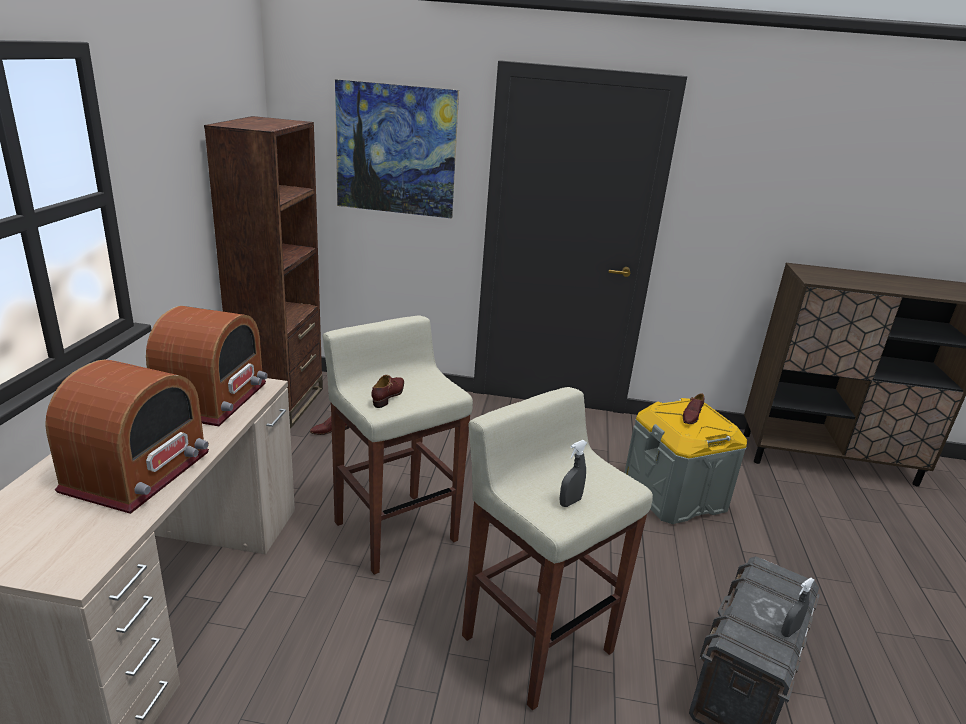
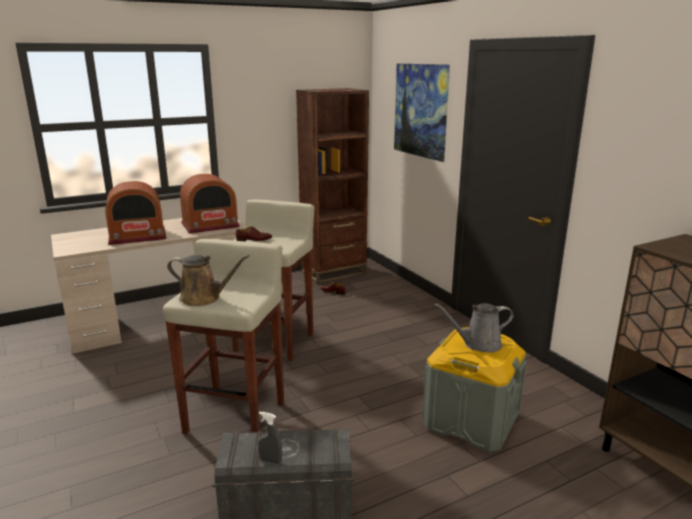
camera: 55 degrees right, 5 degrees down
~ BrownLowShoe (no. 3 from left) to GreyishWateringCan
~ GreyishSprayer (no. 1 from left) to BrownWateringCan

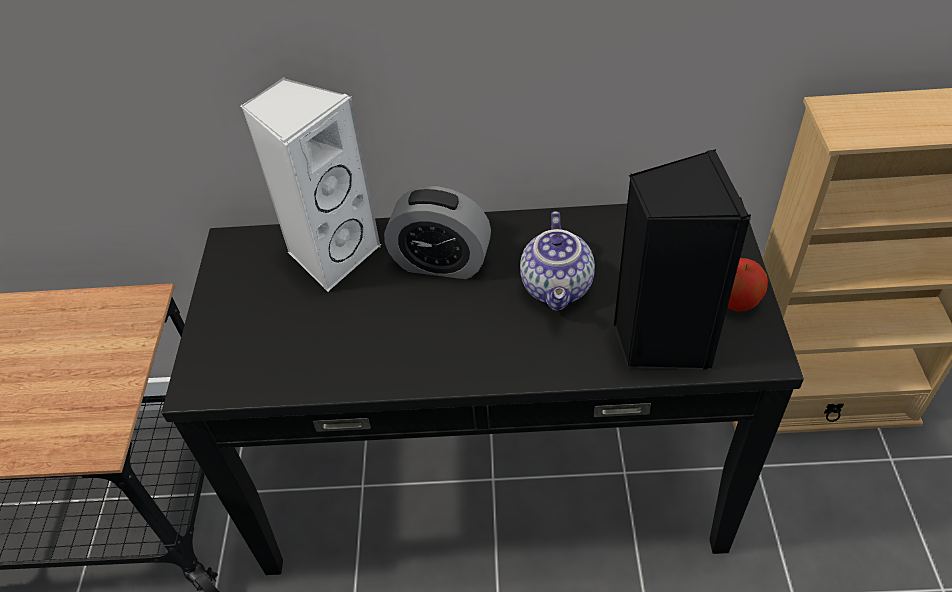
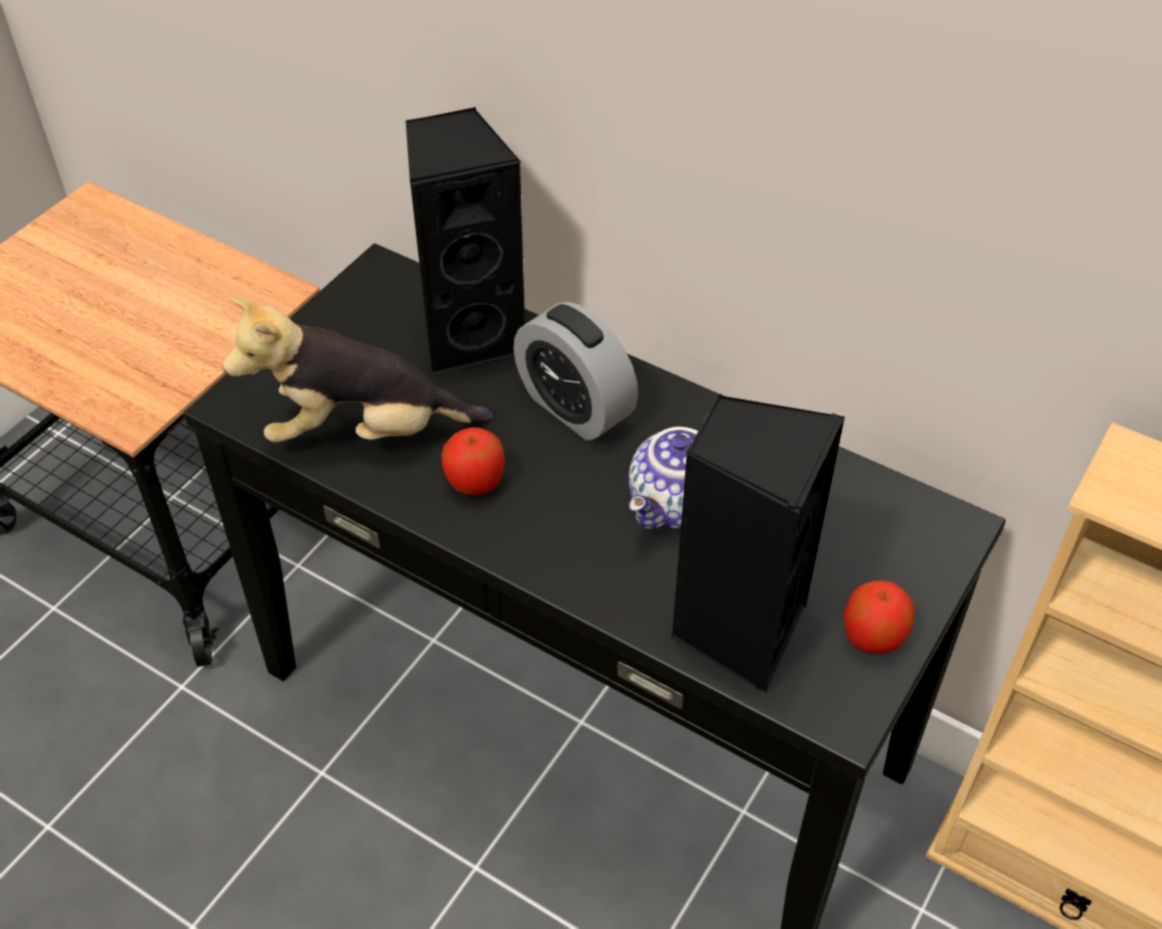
camera: 30 degrees right, 0 degrees up
~ WhitishAudioSpeaker to BlackColouredAudioSpeaker (no. 1 from left)
+ PlushToy
+ WholeApple (no. 1 from left)

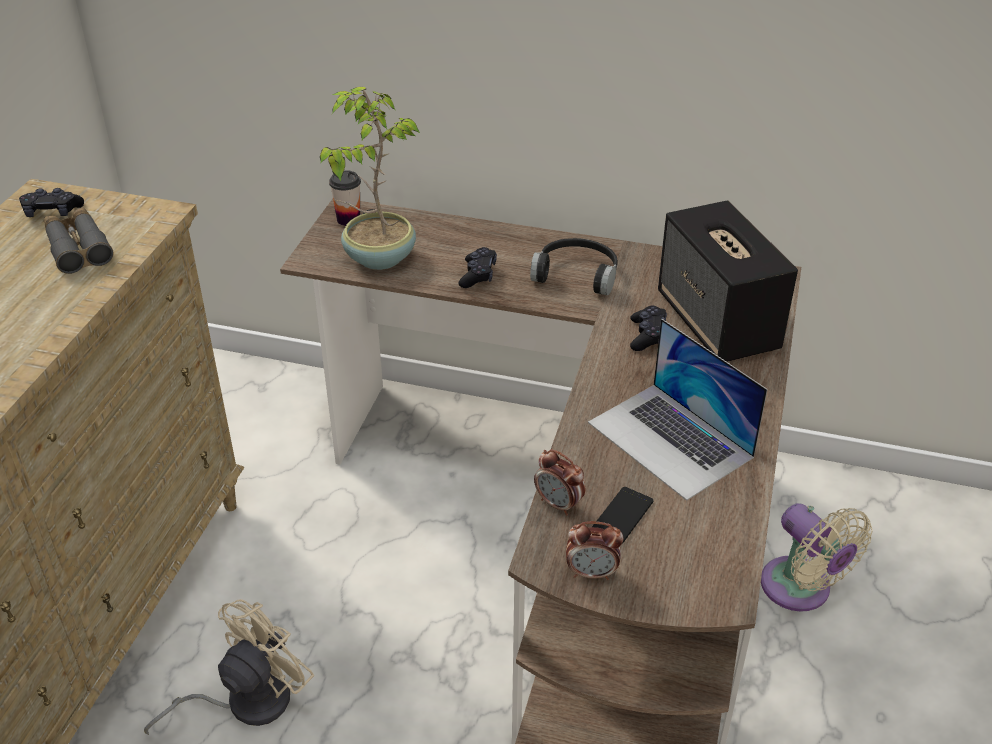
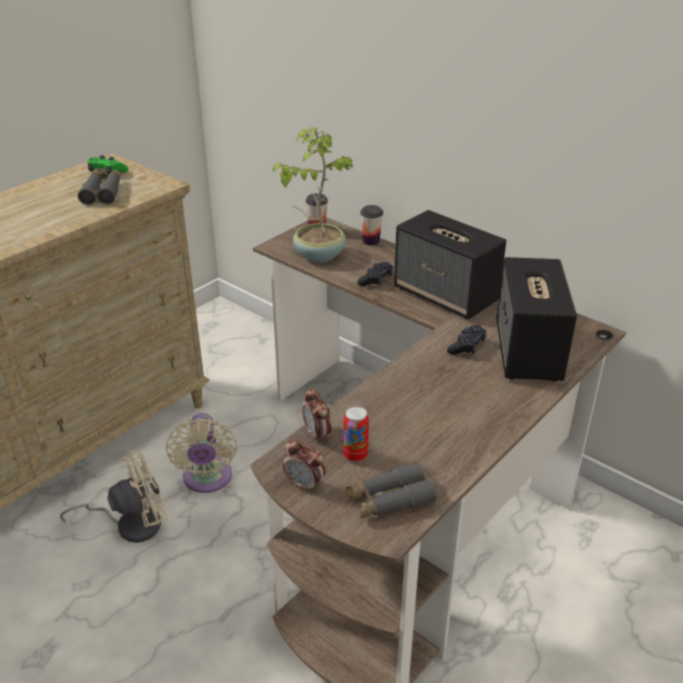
camera: 25 degrees right, 5 degrees down
~ BlackColouredGameController (no. 1 from left) to GreenColouredGameController
~ BlackColouredHeadphones to AudioSpeaker (no. 1 from left)
- Laptop
~ Telephone to Can
~ BeigeColouredCoolingFan (no. 2 from left)
+ DrinkingCup (no. 2 from left)
+ GreyishPairOfBinoculars (no. 2 from left)

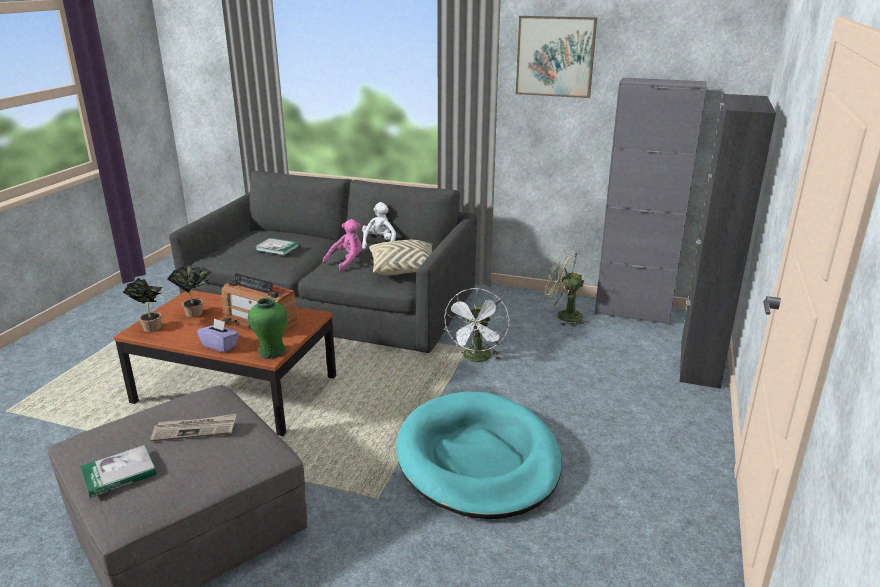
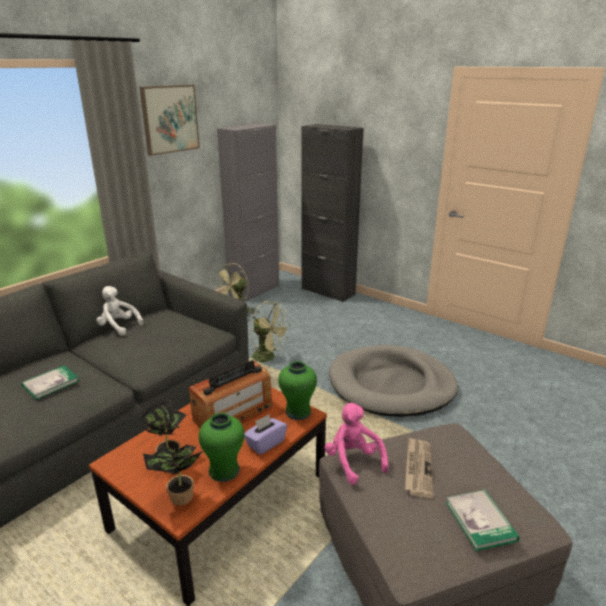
camera: 70 degrees left, 0 degrees up
~ PinkishPlushToy
- BeigeColouredPillow
~ WhitishCoolingFan to GreenColouredCoolingFan (no. 2 from left)
~ TurquoiseDogBed to GreyishDogBed
+ GreenColouredVase (no. 1 from left)

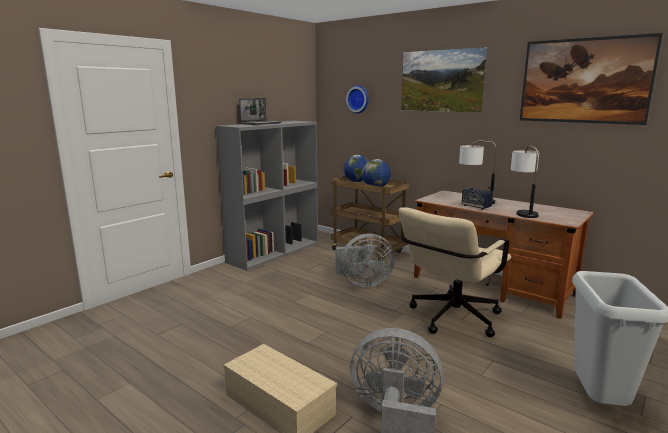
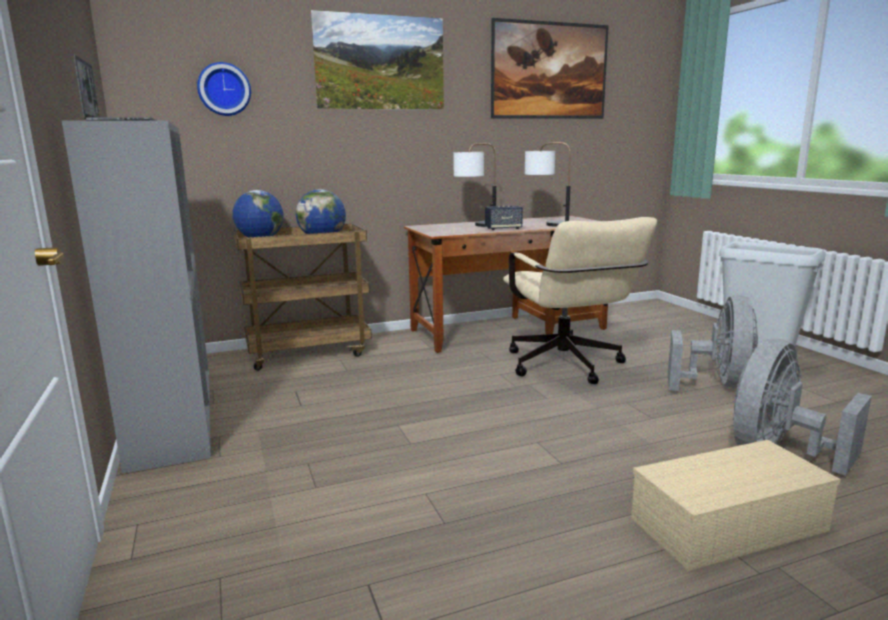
camera: 60 degrees left, 0 degrees up
~ GreyishCoolingFan (no. 1 from left)

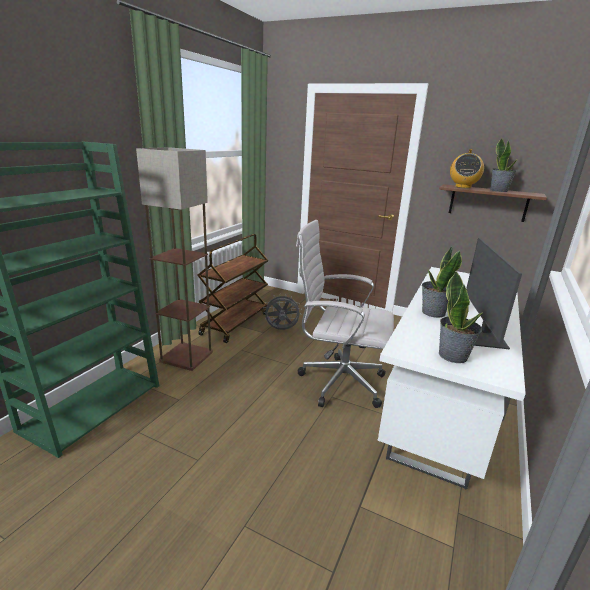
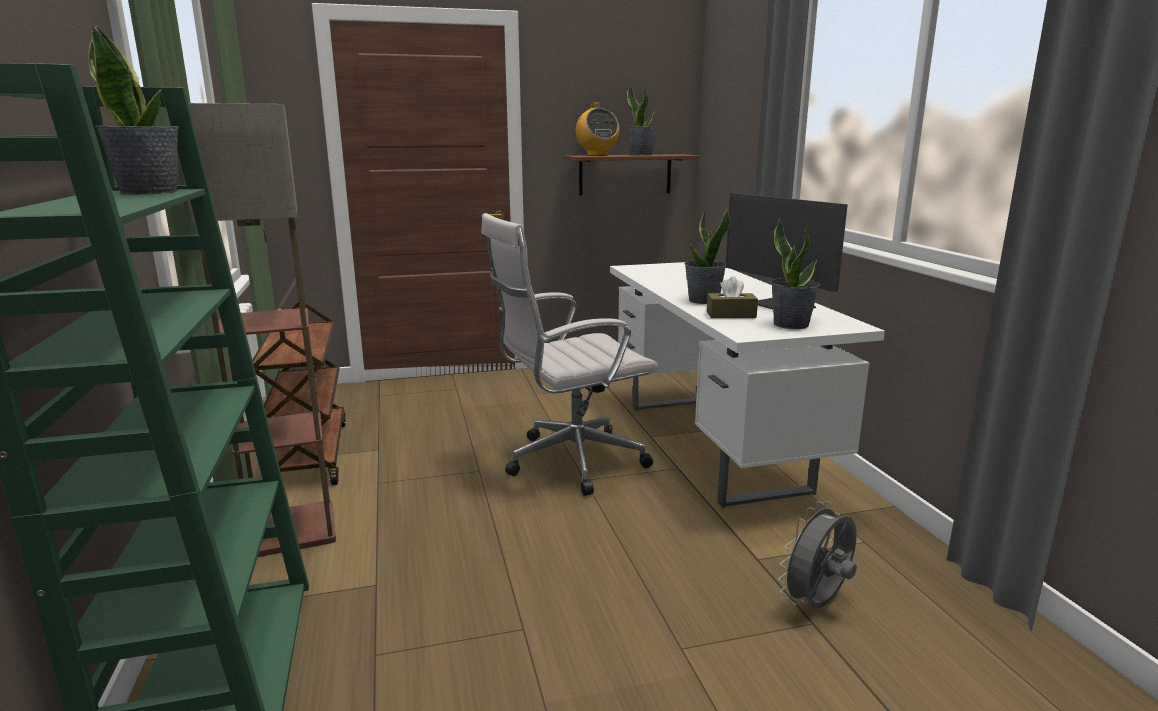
camera: 40 degrees left, 5 degrees down
~ GreyishCoolingFan
+ Houseplant (no. 1 from left)
+ BrownBoxOfTissues

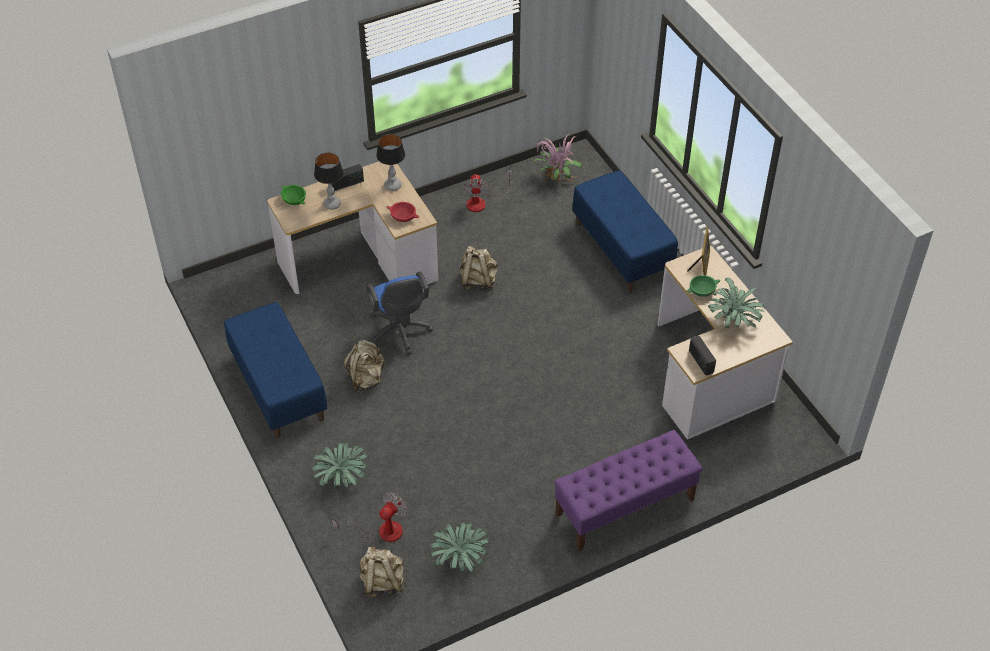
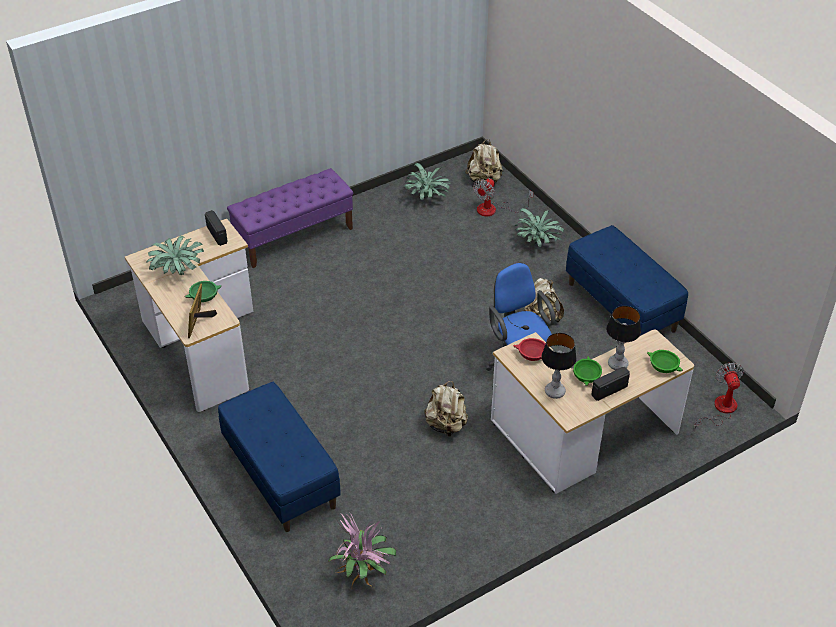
camera: 175 degrees right, 5 degrees down
~ CoolingFan (no. 2 from left)
+ GreenColouredServingBowl (no. 2 from left)

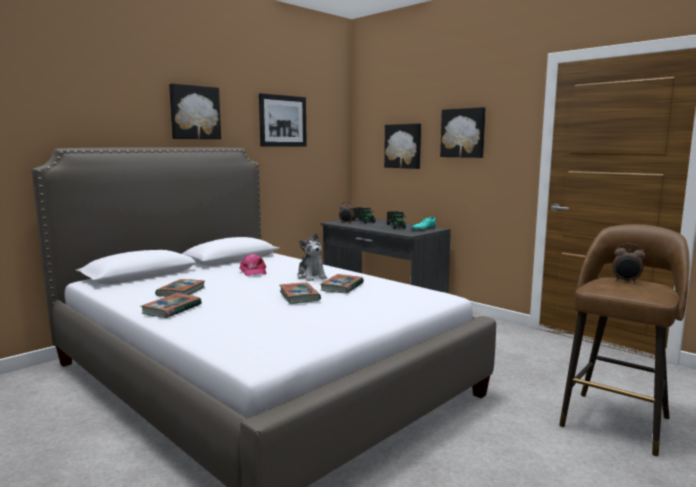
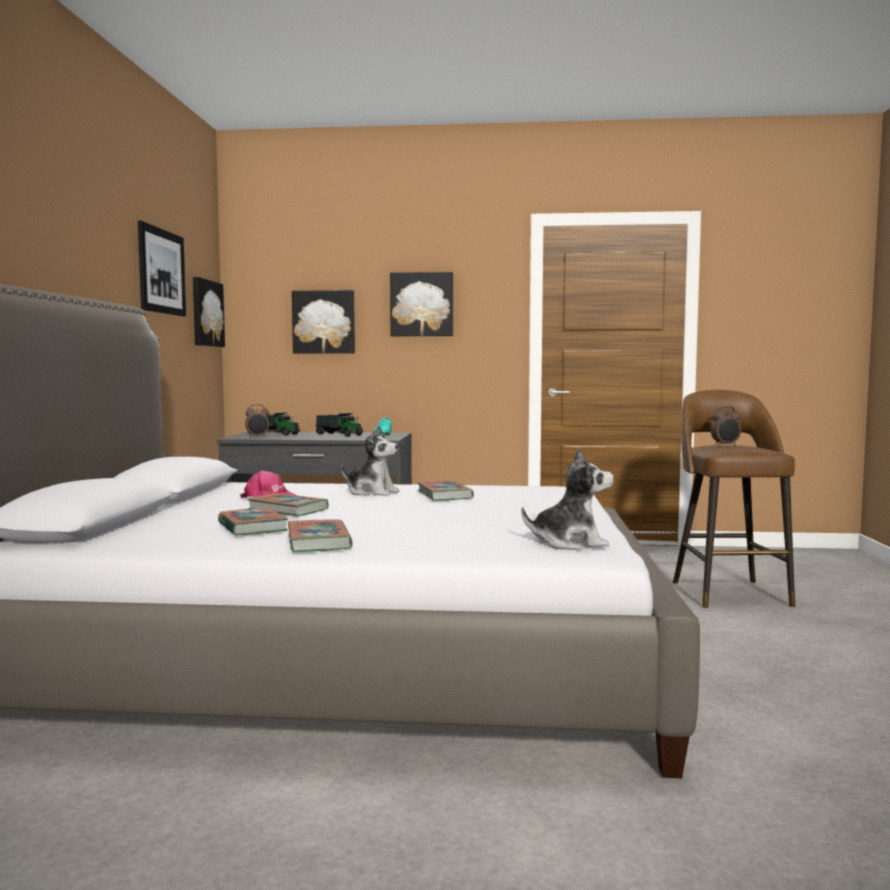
camera: 40 degrees left, 5 degrees down
~ WallArt (no. 1 from left in the first image) to WallArt (no. 2 from left)
~ Book (no. 3 from left in the first image) to Book (no. 2 from left)
+ PlushToy (no. 2 from left)

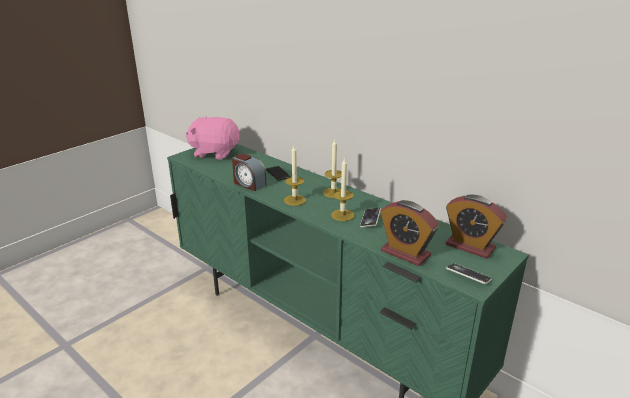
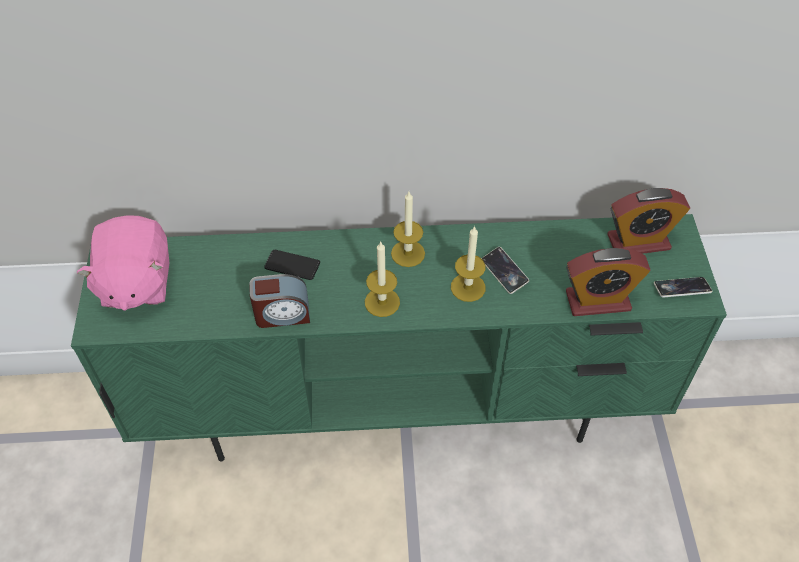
camera: 45 degrees left, 25 degrees up
~ PinkishPlushToy 60 degrees counterclockwise

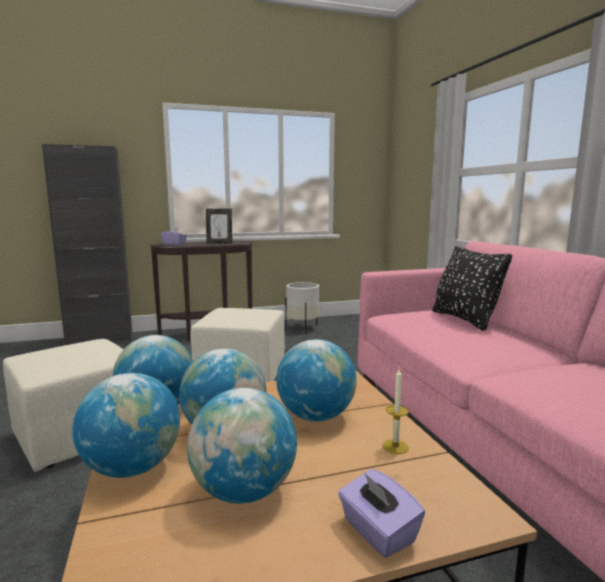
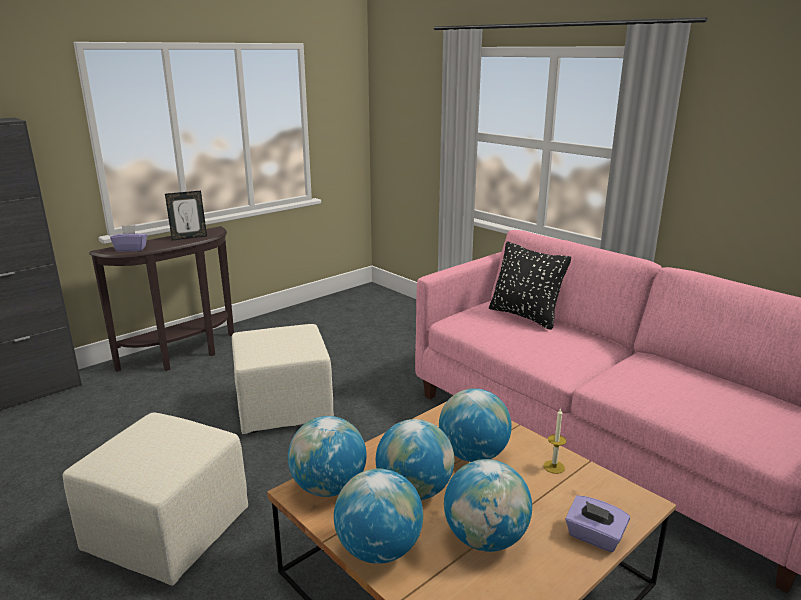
camera: 25 degrees left, 10 degrees up
- WhitishFlowerPot

